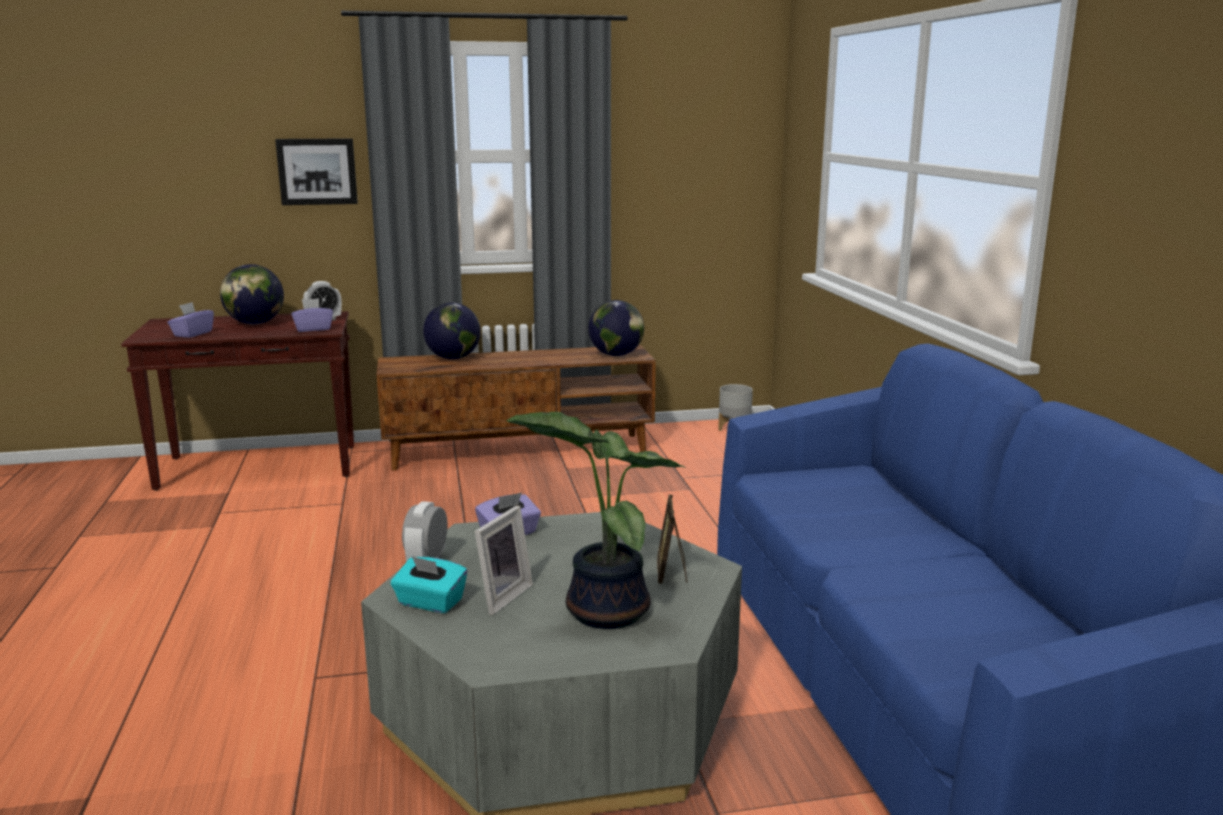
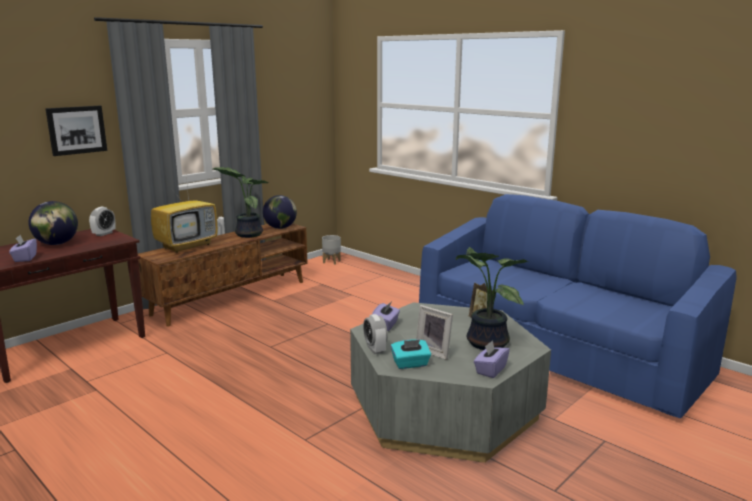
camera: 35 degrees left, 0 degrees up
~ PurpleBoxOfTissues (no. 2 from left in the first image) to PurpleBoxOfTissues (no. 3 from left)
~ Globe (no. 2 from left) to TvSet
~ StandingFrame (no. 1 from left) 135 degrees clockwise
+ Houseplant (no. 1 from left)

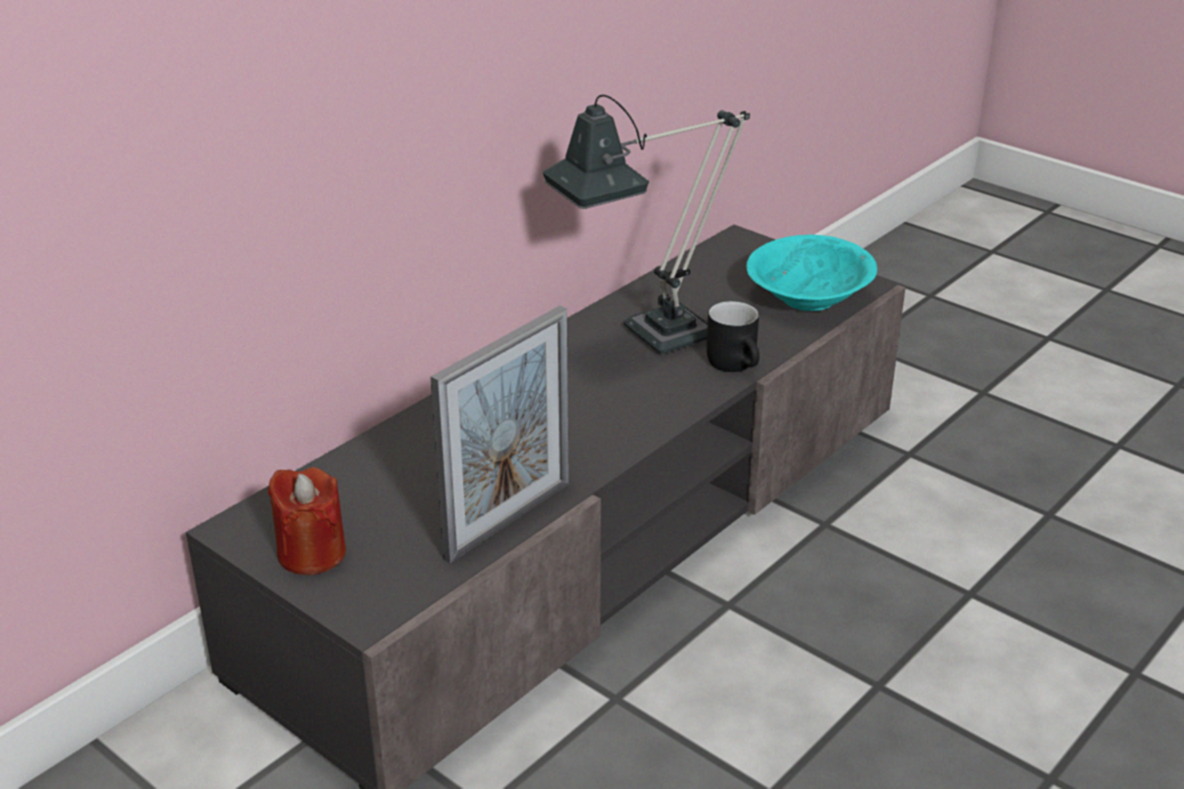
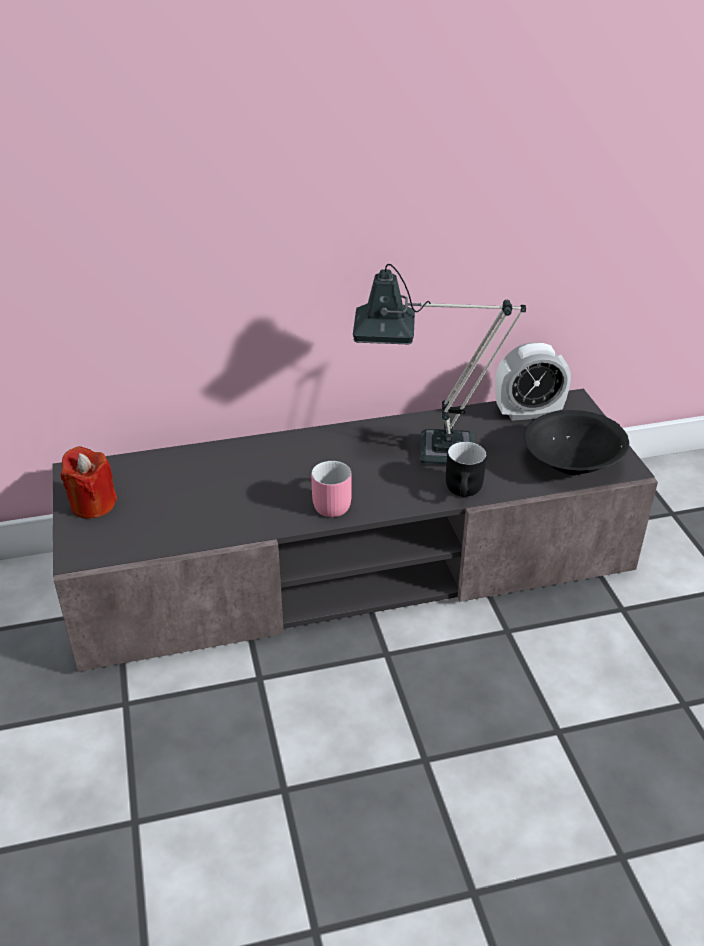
camera: 35 degrees right, 5 degrees up
~ TurquoiseServingBowl to BlackColouredServingBowl
- StandingFrame
+ TableClock
+ PinkishTeaMug

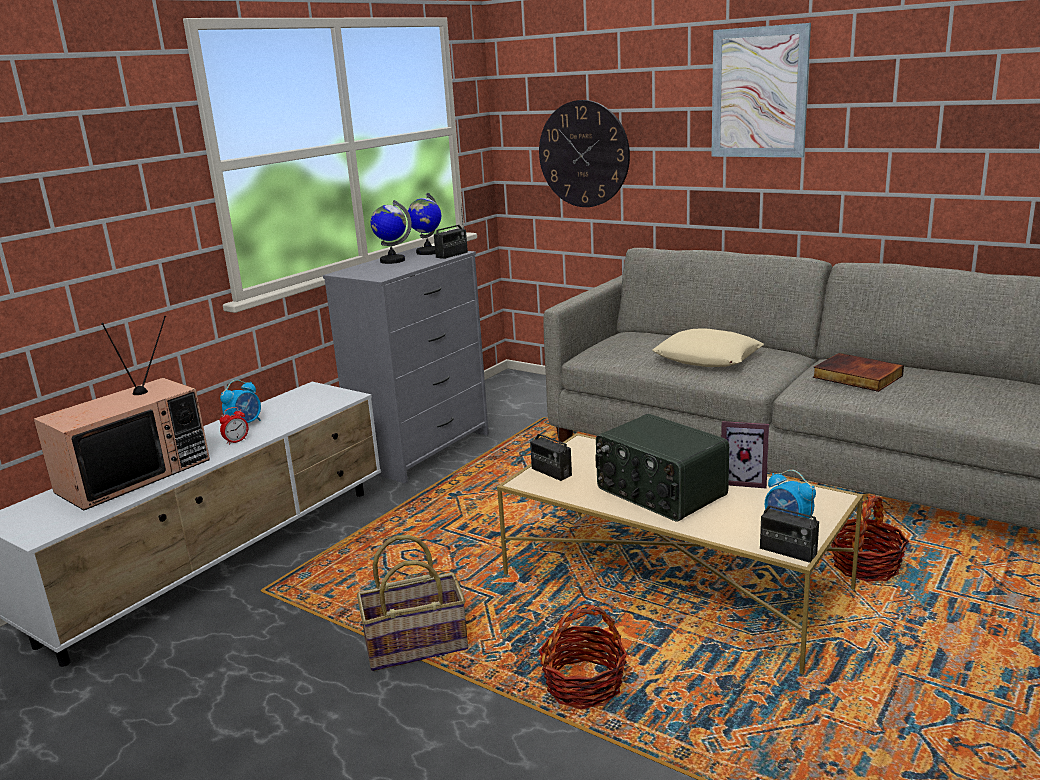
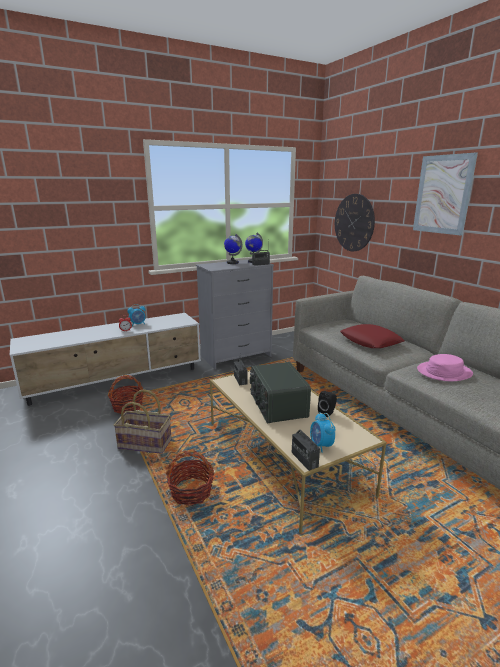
camera: 25 degrees right, 0 degrees up
- TvSet
~ BeigeColouredPillow to ReddishPillow
~ Book to PinkishHat
~ StandingFrame to BlackColouredAudioSpeaker
~ StorageBasket (no. 3 from left in the first image) to StorageBasket (no. 1 from left)

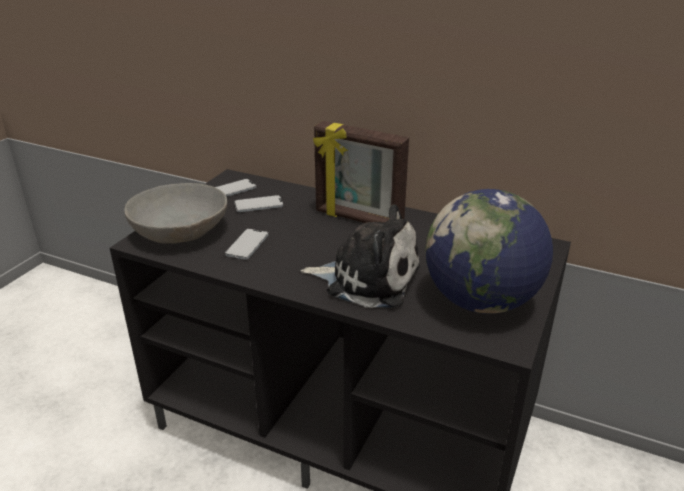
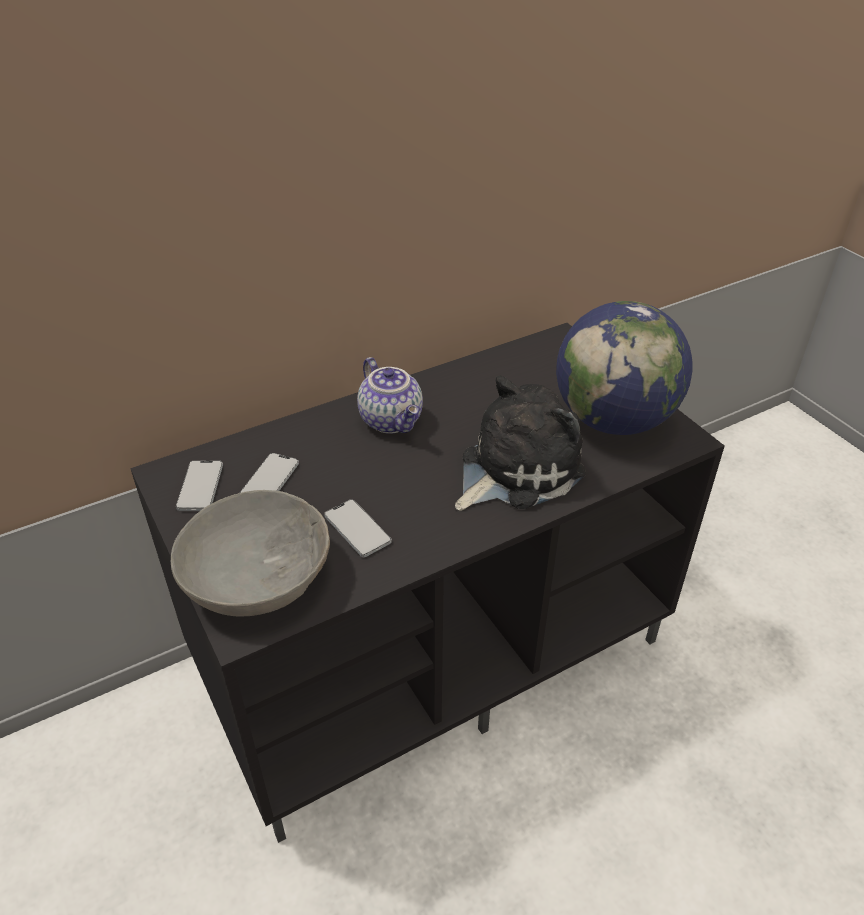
camera: 55 degrees left, 10 degrees up
~ StandingFrame to PotForTea

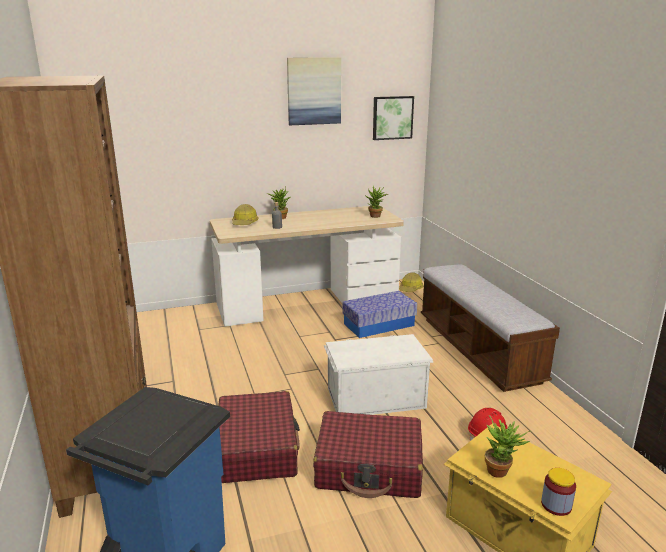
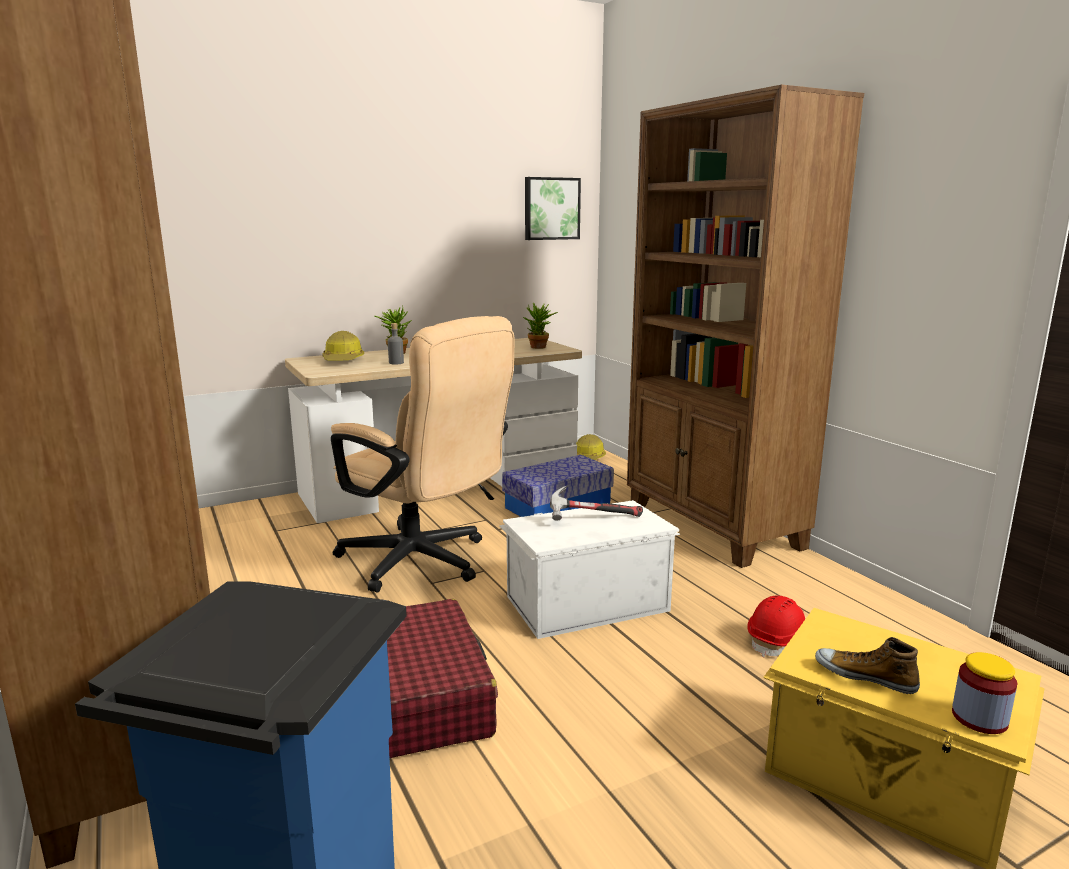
camera: 10 degrees left, 5 degrees down
- WallArt (no. 1 from left)
~ LongSeat to BrownBookshelf (no. 2 from left)
- ReddishPieceOfLuggage (no. 2 from left)
~ Houseplant (no. 3 from left) to LowShoe
+ BeigeColouredOfficeChair
+ Hammer

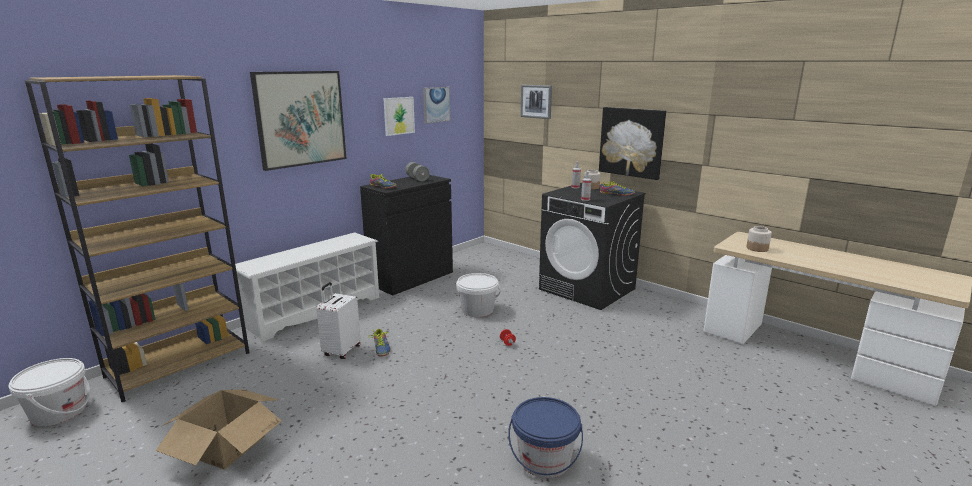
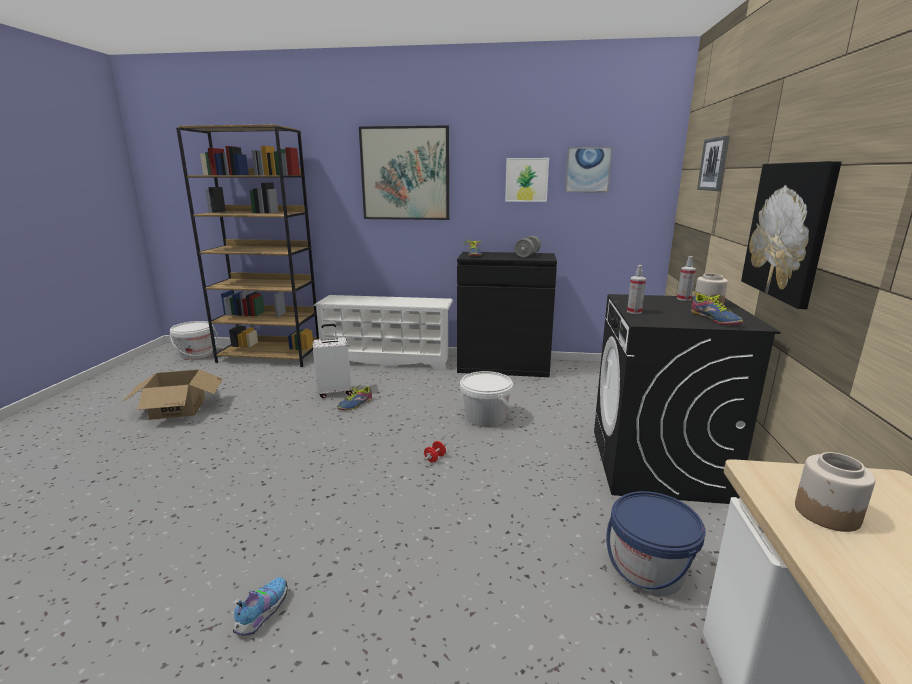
camera: 55 degrees right, 0 degrees up
~ BlueColouredPail
+ LowShoe (no. 1 from left)

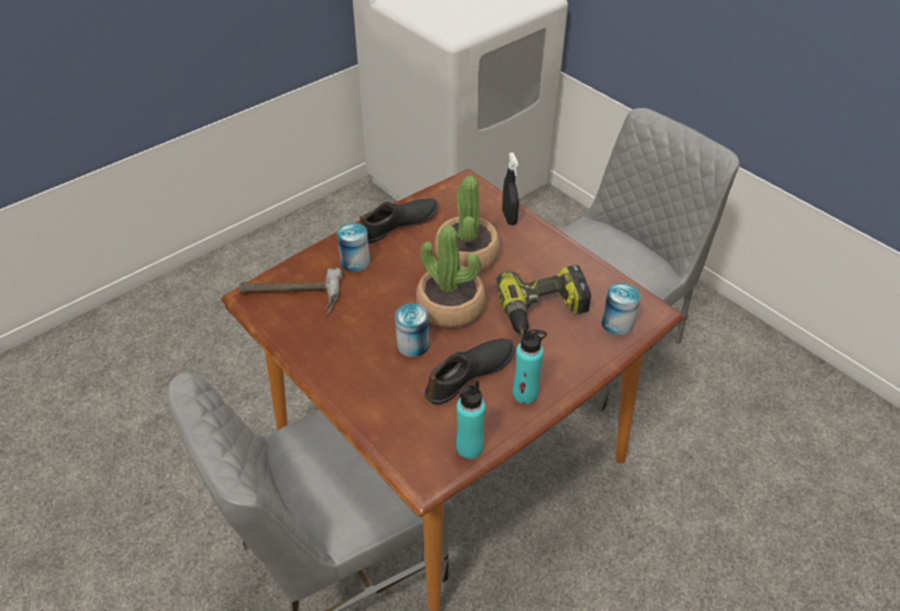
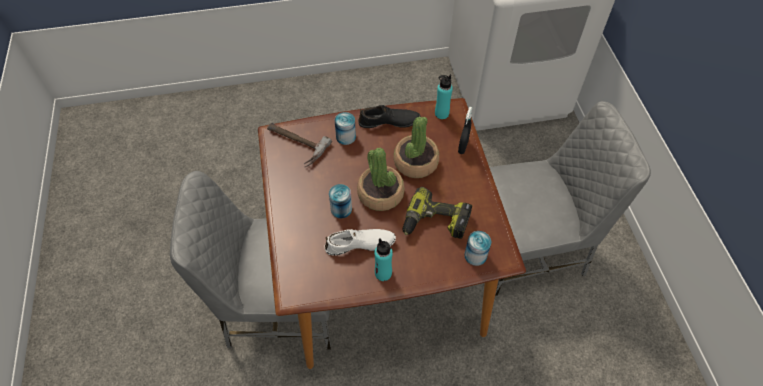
camera: 30 degrees right, 10 degrees up
~ BlackColouredLowShoe (no. 2 from left) to WhitishLowShoe
~ TurquoiseBeverageBottle (no. 1 from left in the first image) to TurquoiseBeverageBottle (no. 2 from left)

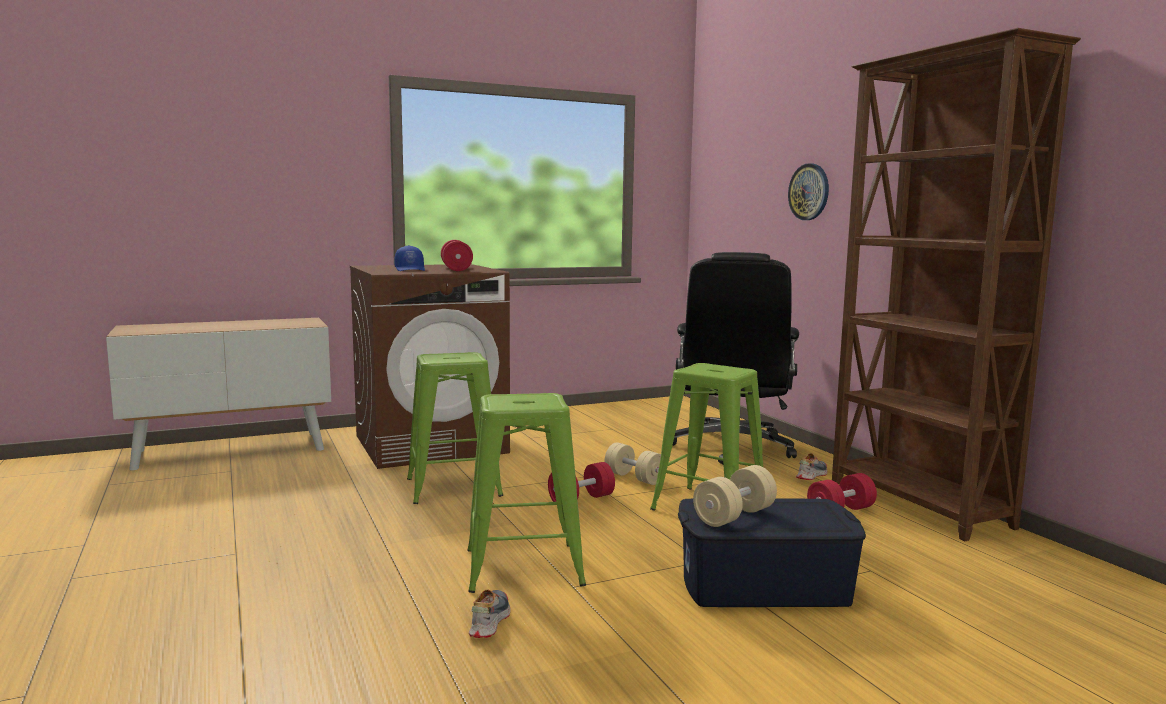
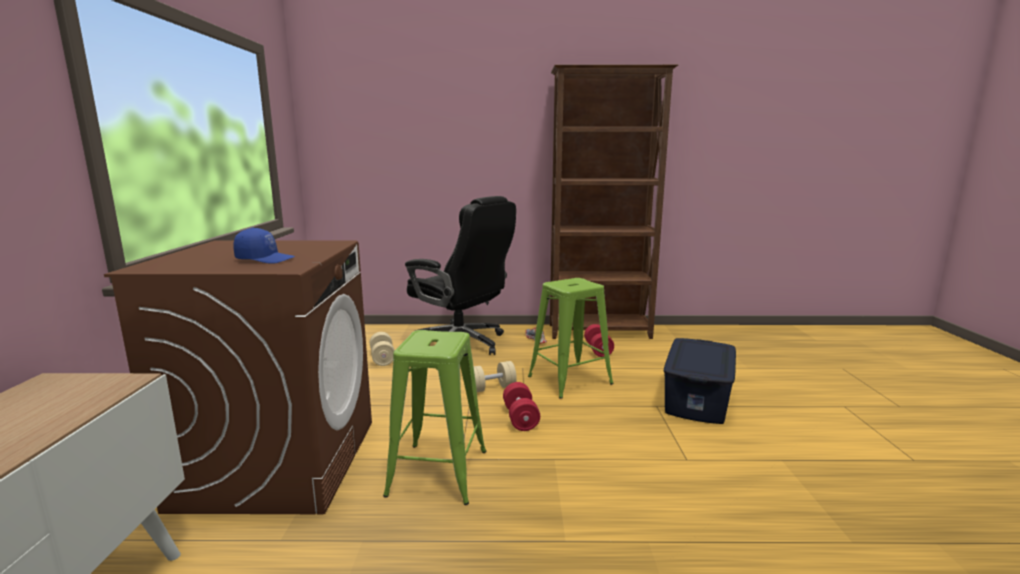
camera: 65 degrees left, 5 degrees up
- ClockOnTheWall
- ReddishDumbbell (no. 1 from left)
- GreenColouredStool (no. 2 from left)
~ BeigeColouredDumbbell (no. 2 from left in the first image) to BeigeColouredDumbbell (no. 1 from left)
- LowShoe (no. 1 from left)

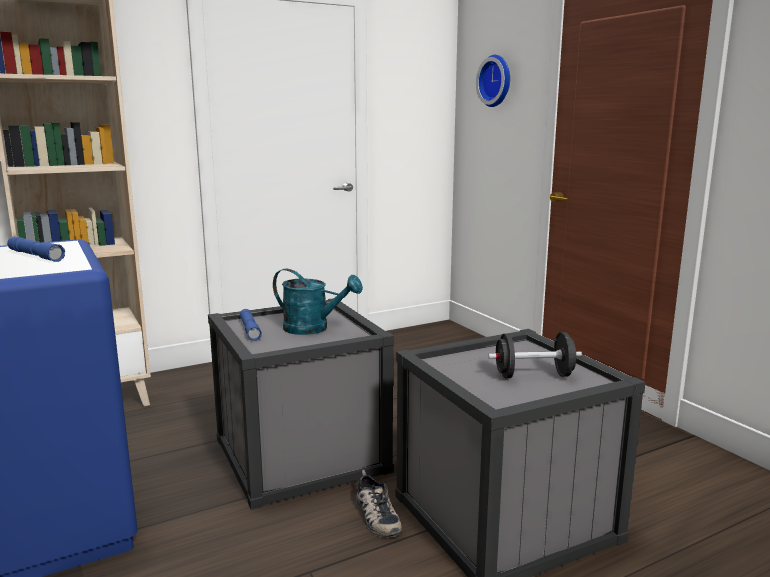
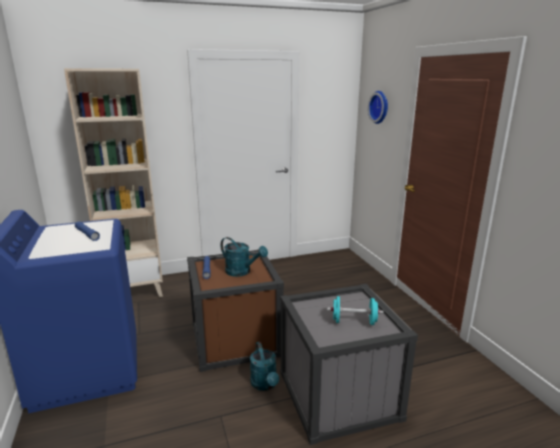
camera: 10 degrees right, 5 degrees up
~ GreyishStorageBin (no. 1 from left) to BrownStorageBin
~ BlackColouredDumbbell to TurquoiseDumbbell
~ LowShoe to TurquoiseWateringCan (no. 2 from left)

